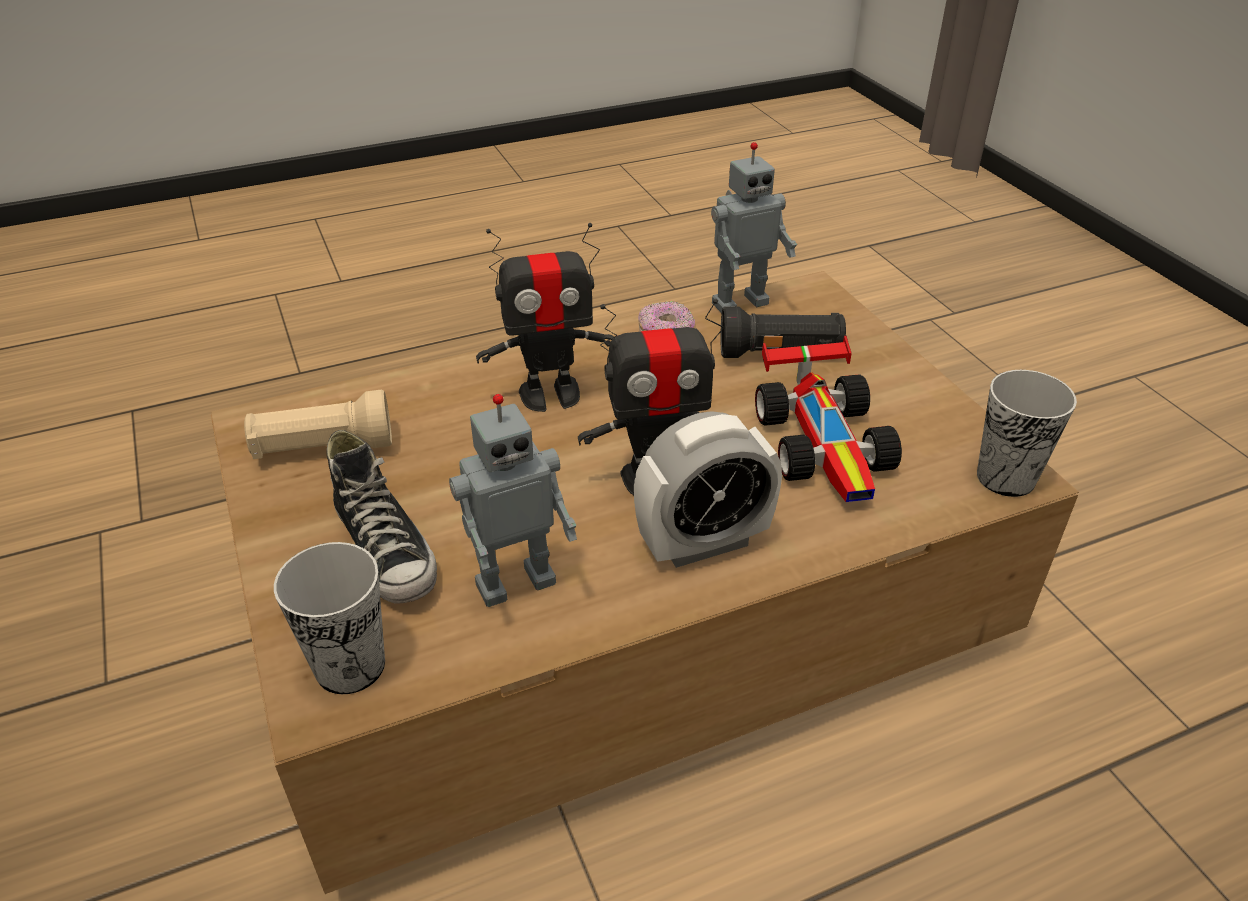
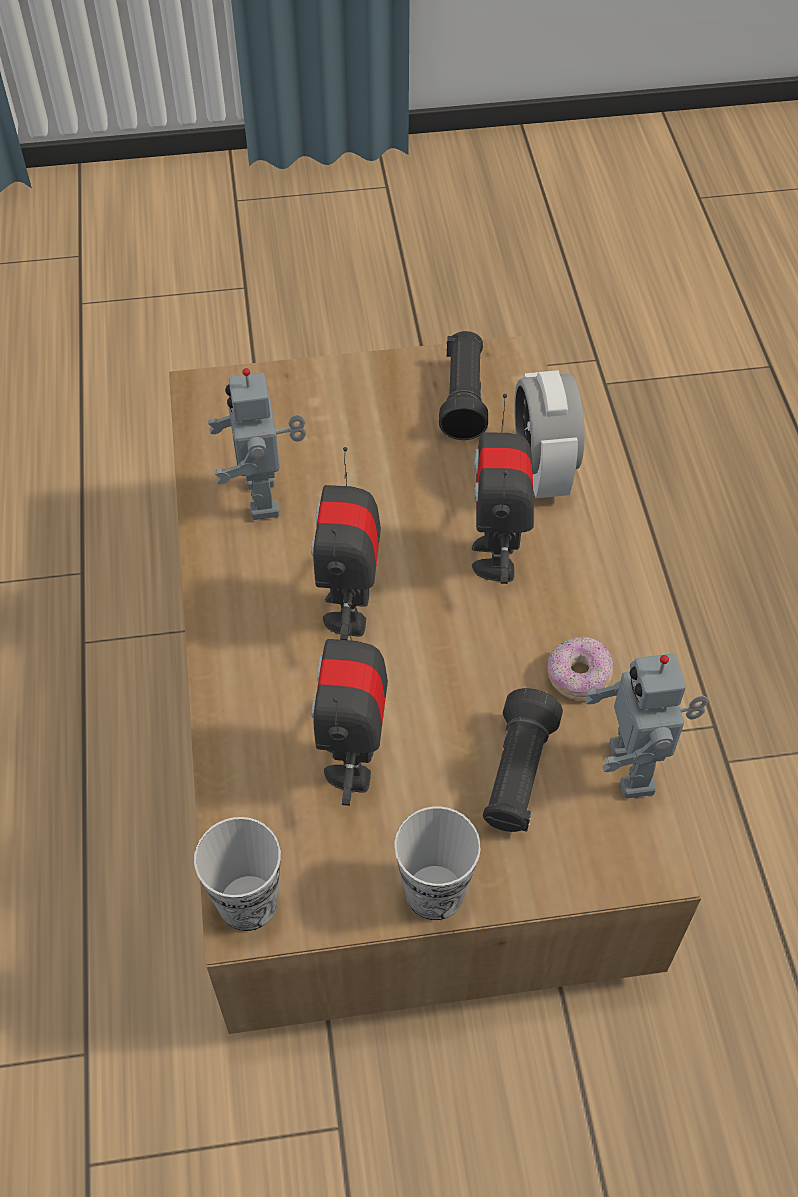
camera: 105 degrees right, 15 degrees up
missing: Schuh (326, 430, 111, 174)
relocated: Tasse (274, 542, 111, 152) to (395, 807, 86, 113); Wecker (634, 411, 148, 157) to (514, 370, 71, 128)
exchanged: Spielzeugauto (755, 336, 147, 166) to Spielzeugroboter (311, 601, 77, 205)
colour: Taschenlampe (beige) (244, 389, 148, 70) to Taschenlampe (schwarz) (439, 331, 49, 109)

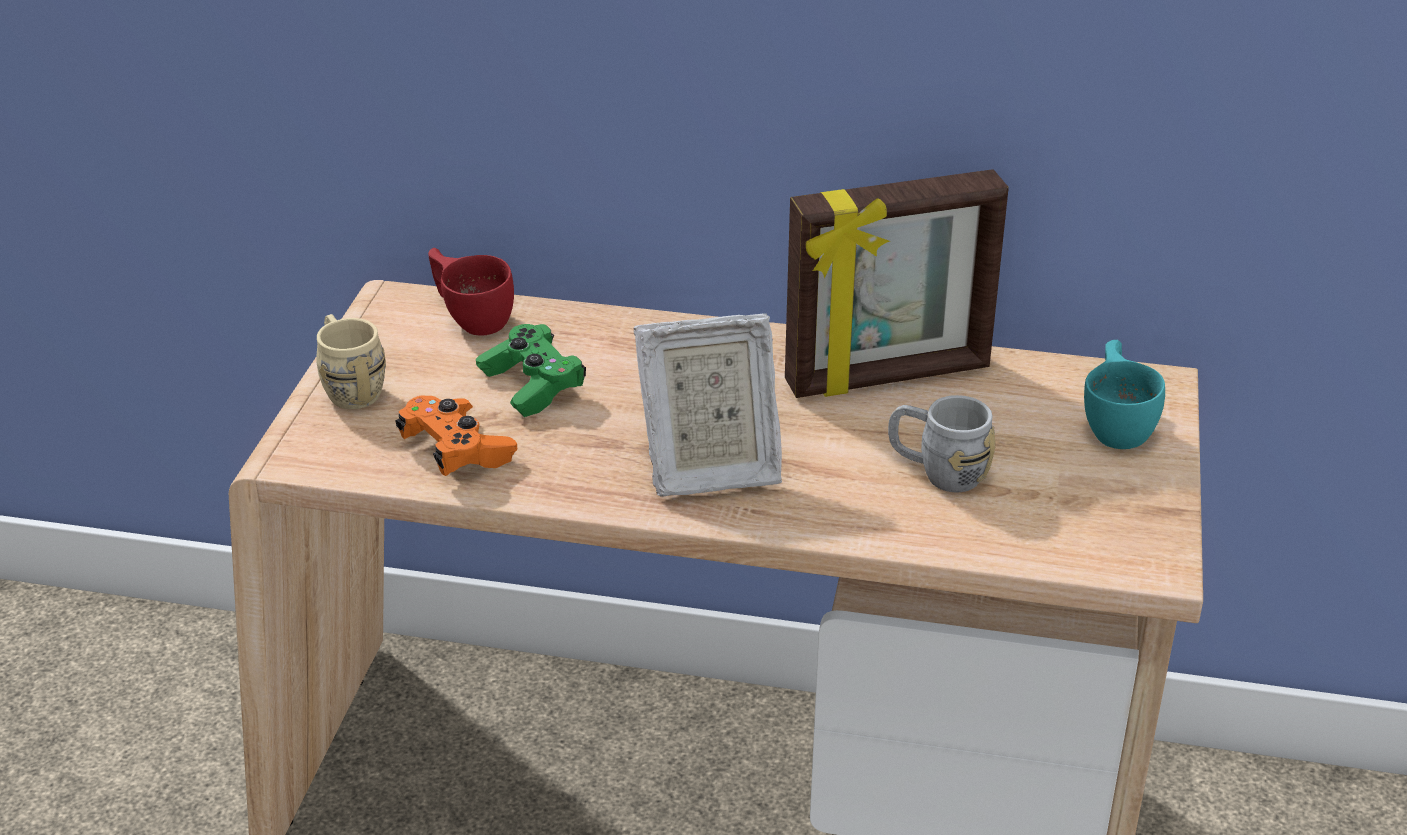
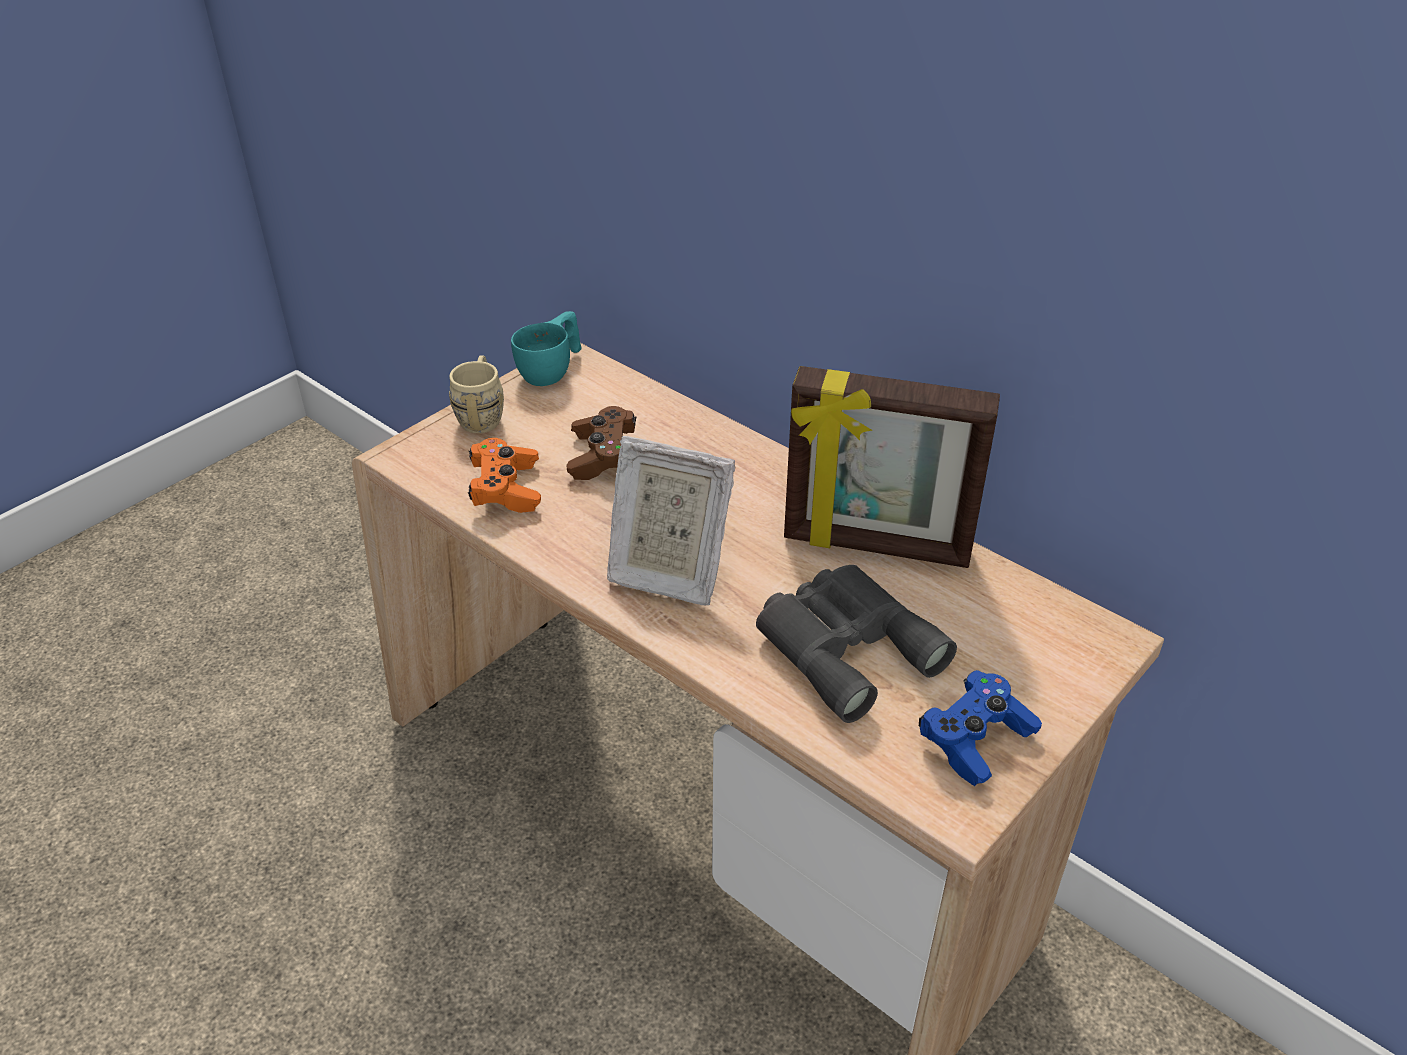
camera: 30 degrees right, 5 degrees up
missing: Tasse (rot) (428, 248, 86, 88)
appeared: Gamepad (blau) (919, 670, 123, 116)
relocated: Tasse (türkis) (1084, 340, 81, 109) to (511, 311, 71, 75)
exchanged: Henkelbecher (grau) (888, 395, 107, 97) to Fernglas (grau) (756, 565, 201, 158)
colour: Gamepad (grün) (476, 324, 110, 93) to Gamepad (braun) (566, 406, 71, 74)

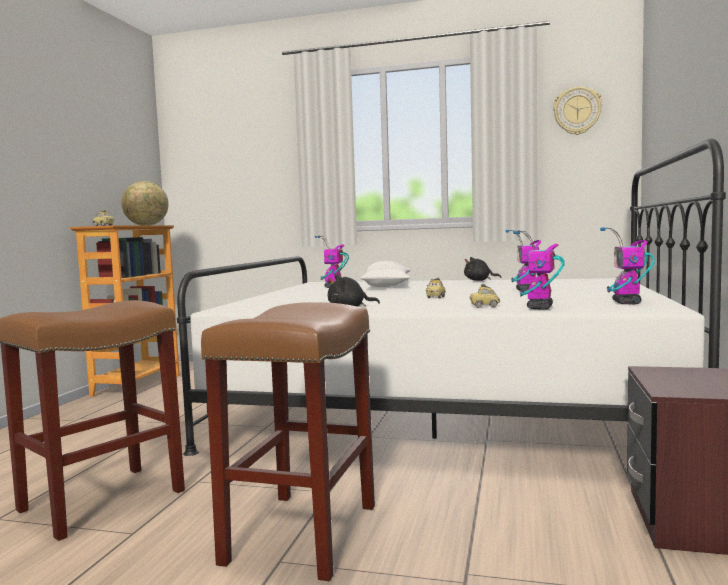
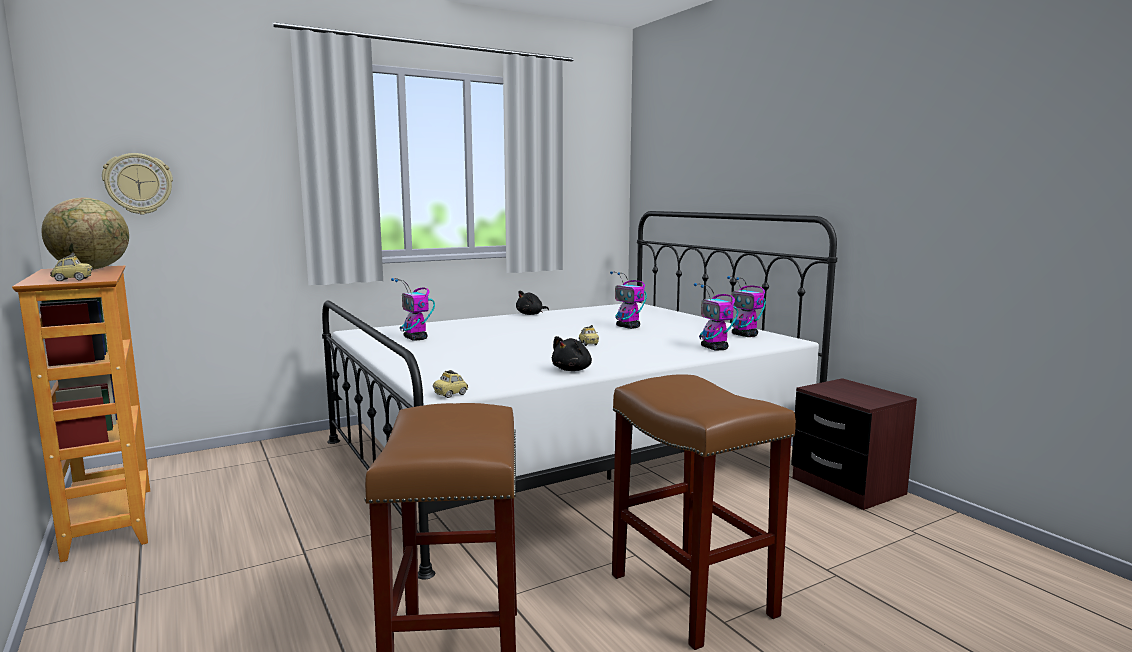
camera: 45 degrees left, 5 degrees up
missing: Kissen (weiß) (360, 261, 51, 26)
relocated: Wanduhr (553, 87, 49, 48) to (102, 153, 71, 62); Spielzeugauto (469, 284, 31, 24) to (433, 370, 35, 28)

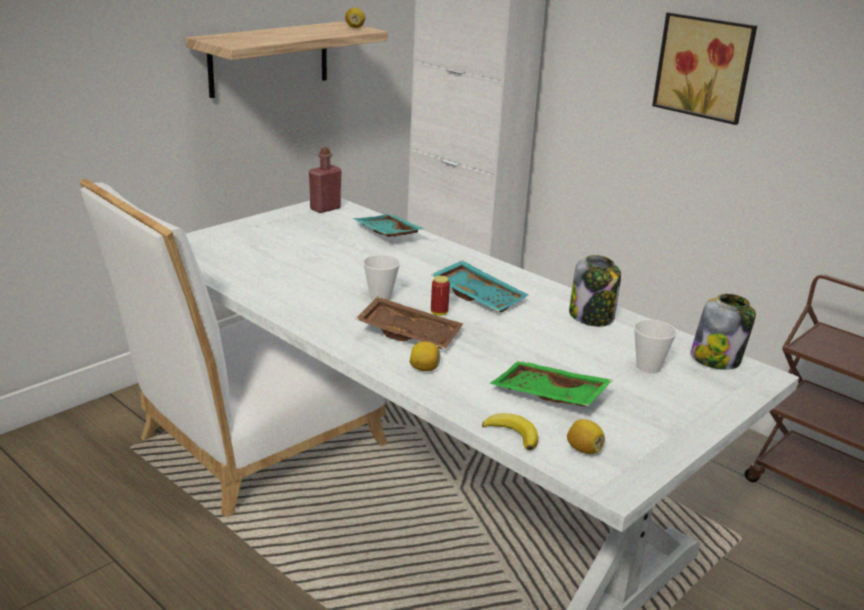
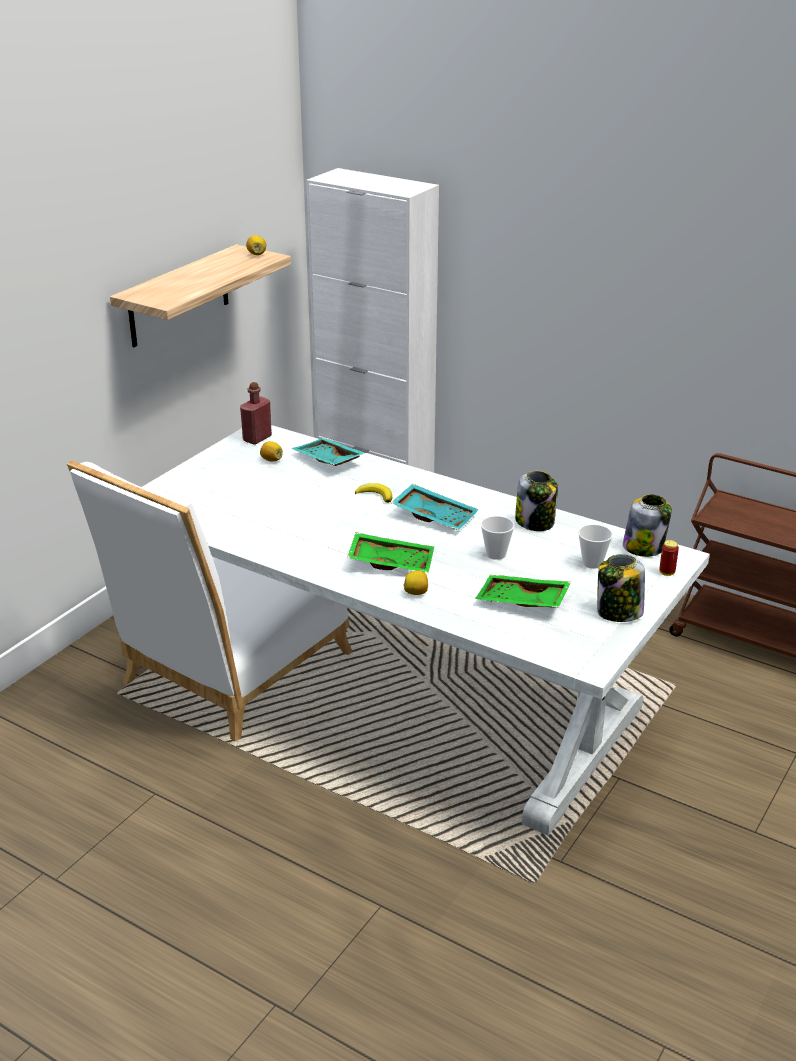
camera: 10 degrees left, 5 degrees up
missing: Bild (652, 12, 105, 113)
appeared: Vorratsglas (597, 554, 48, 68)
relocated: Zitrone (567, 419, 38, 35) to (260, 441, 23, 21); Banane (482, 413, 56, 37) to (355, 483, 37, 20); Tasse (363, 255, 37, 45) to (481, 516, 34, 44); Dose (431, 276, 19, 40) to (659, 540, 20, 36)
colour: Tablett (braun) (356, 296, 107, 53) to Tablett (grün) (347, 532, 87, 41)

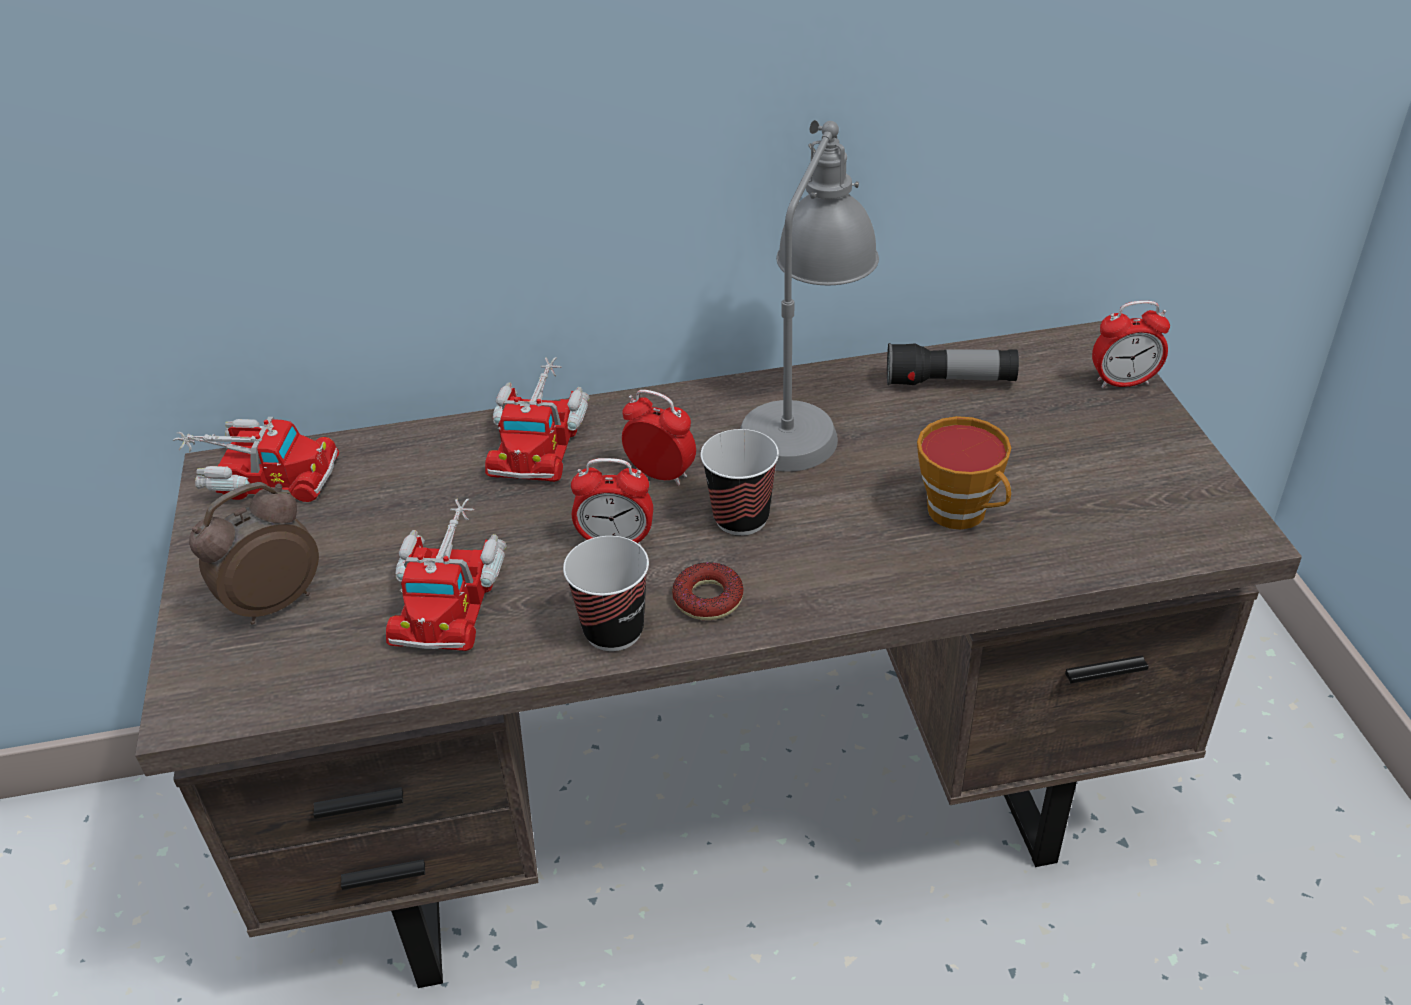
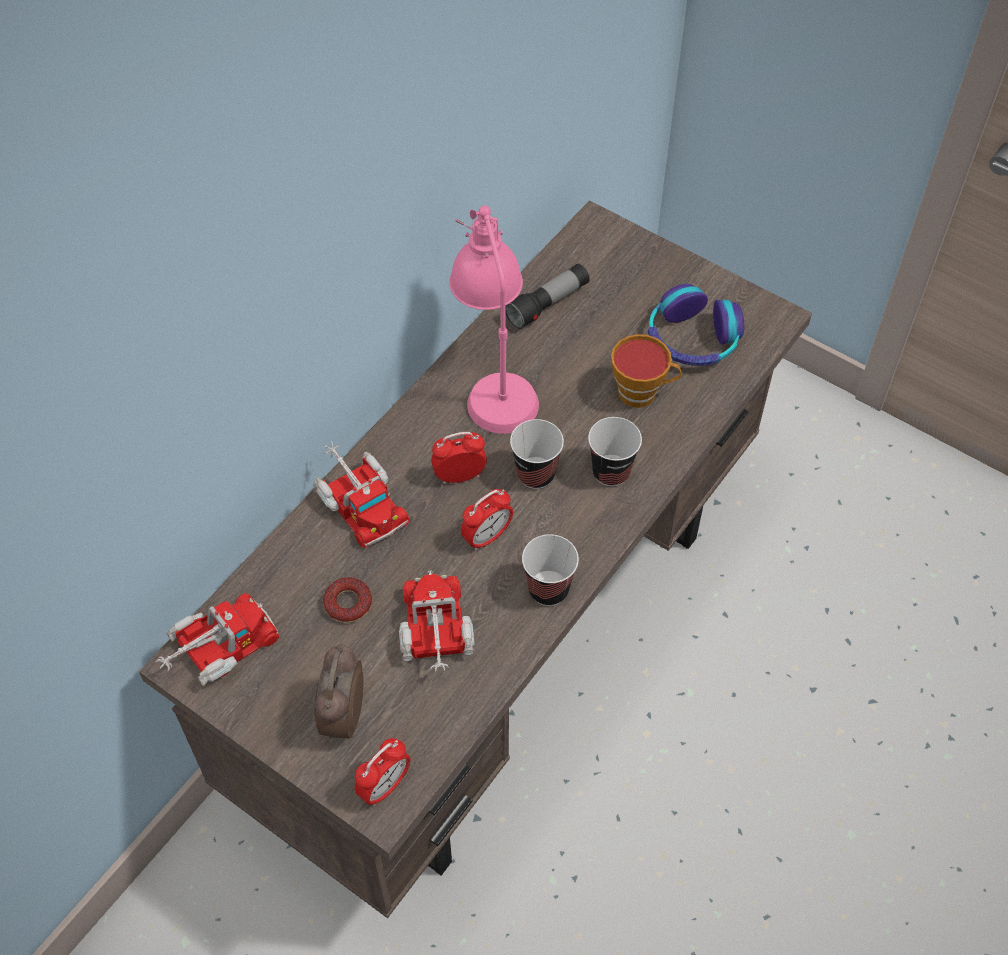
camera: 45 degrees left, 15 degrees up
appeared: Tasse (588, 417, 54, 70); Kopfhörer (648, 284, 96, 82)
relocated: Donut (672, 562, 71, 58) to (323, 577, 49, 46); Wecker (1092, 301, 78, 87) to (355, 738, 55, 68)
colour: Tischlampe (grau) (740, 120, 139, 352) to Tischlampe (rosa) (449, 206, 90, 228)
spun: Spielzeuglaster (386, 498, 121, 153) = (399, 570, 76, 102) 150 degrees counterclockwise

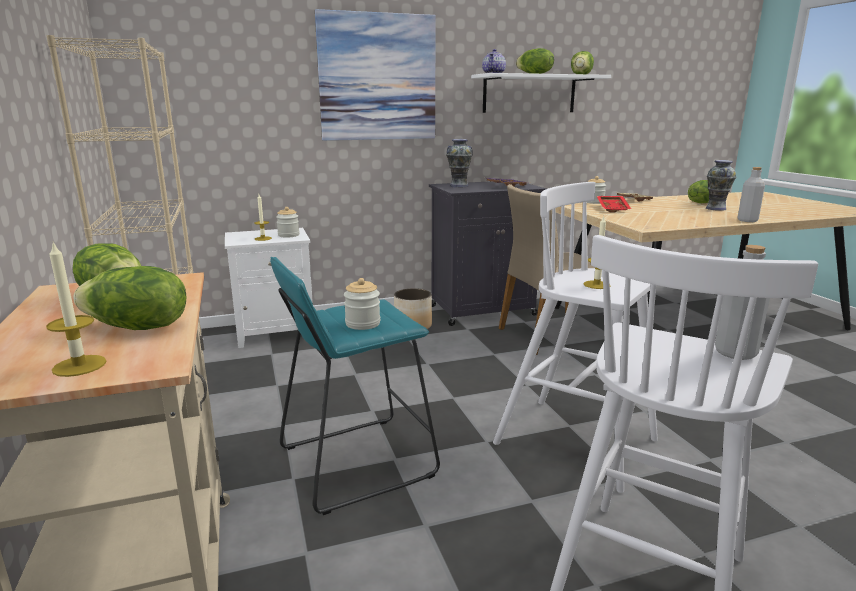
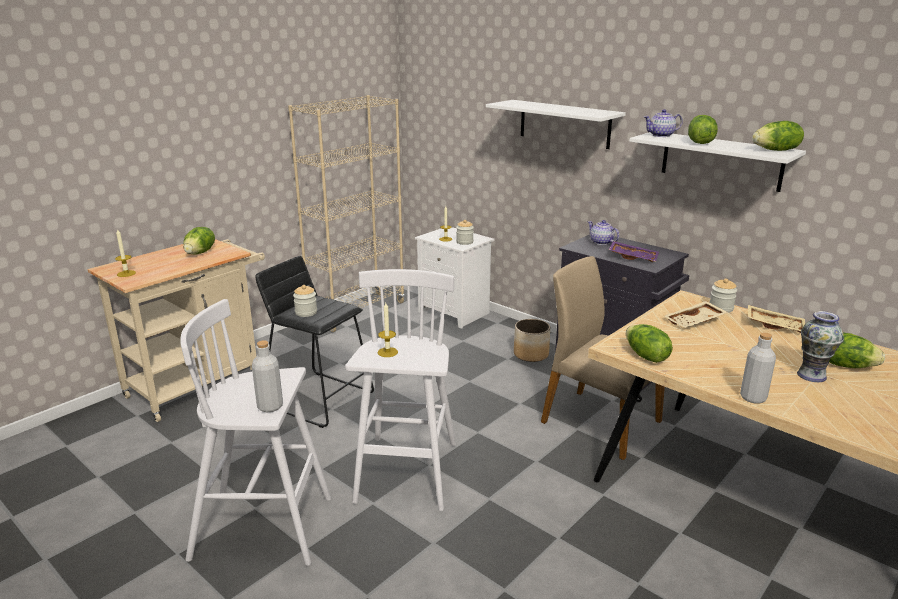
camera: 60 degrees right, 5 degrees up
relocated: Salatkopf (74, 266, 112, 64) to (626, 324, 47, 39)
exchanged: Bild (315, 9, 121, 132) to Wandregal (weiß) (486, 100, 140, 49); Vase (446, 139, 27, 49) to Teekanne (587, 220, 32, 25)
colour: Hocker (türkis) (270, 257, 170, 258) to Hocker (schwarz) (255, 256, 119, 172); Tablett (rot) (597, 196, 35, 17) to Tablett (beige) (664, 301, 64, 27)

